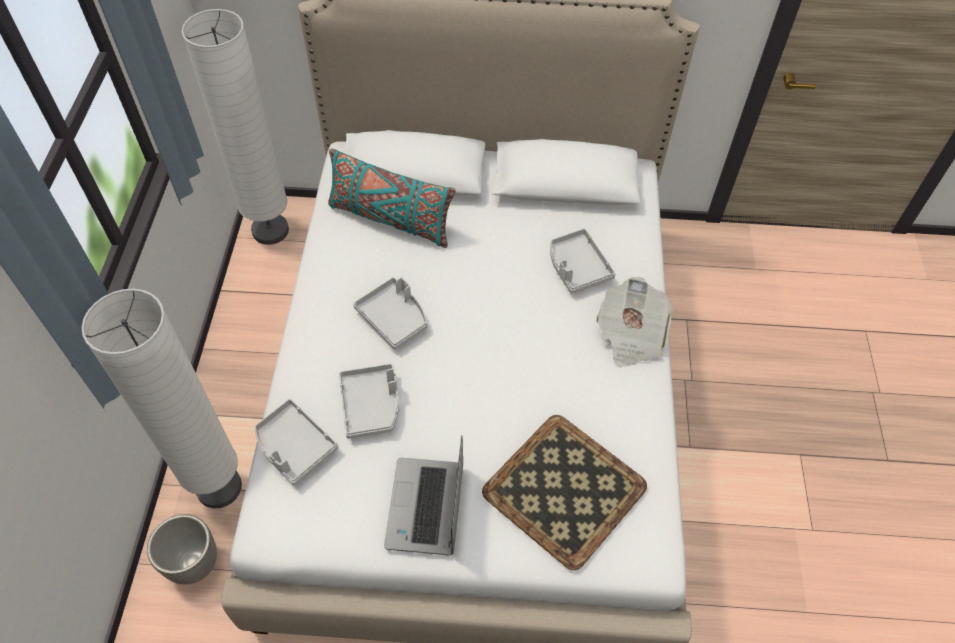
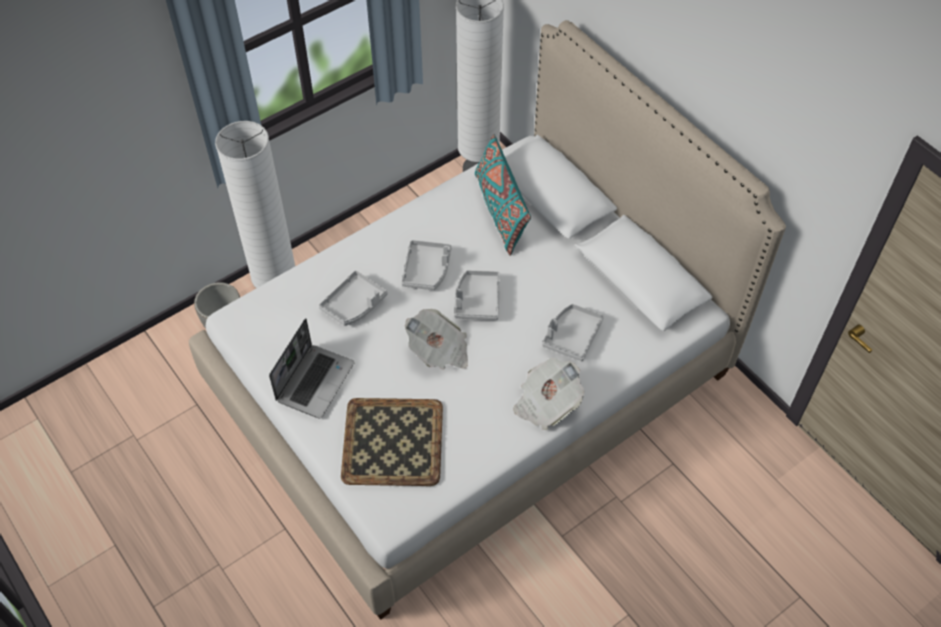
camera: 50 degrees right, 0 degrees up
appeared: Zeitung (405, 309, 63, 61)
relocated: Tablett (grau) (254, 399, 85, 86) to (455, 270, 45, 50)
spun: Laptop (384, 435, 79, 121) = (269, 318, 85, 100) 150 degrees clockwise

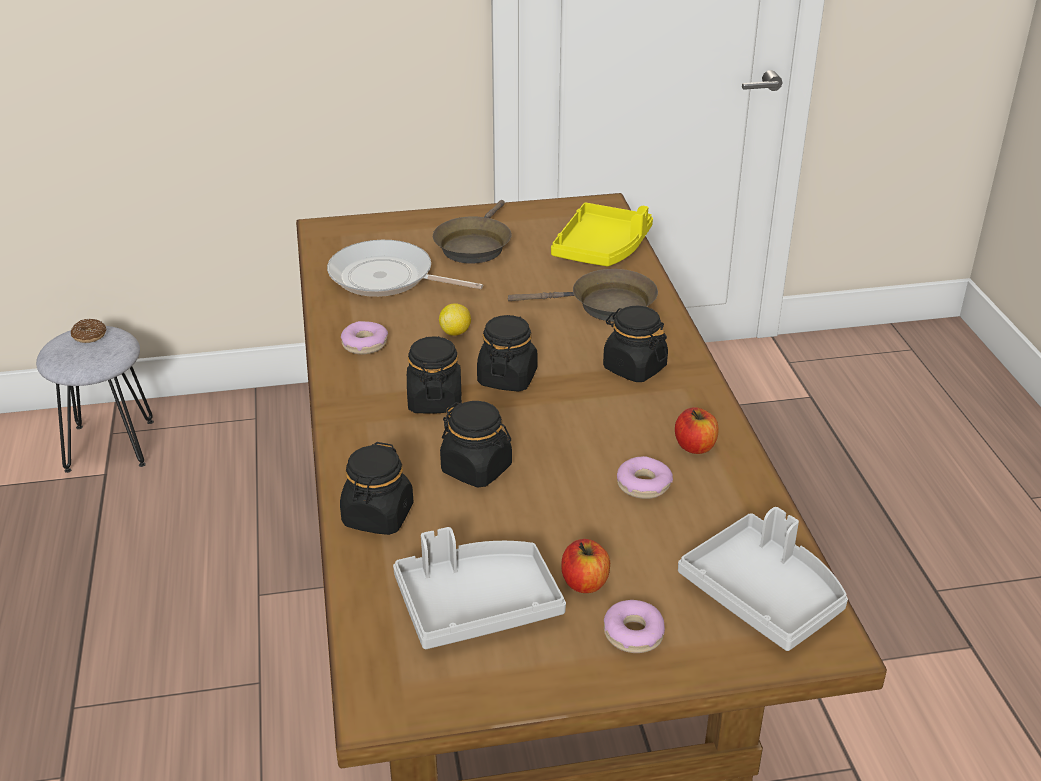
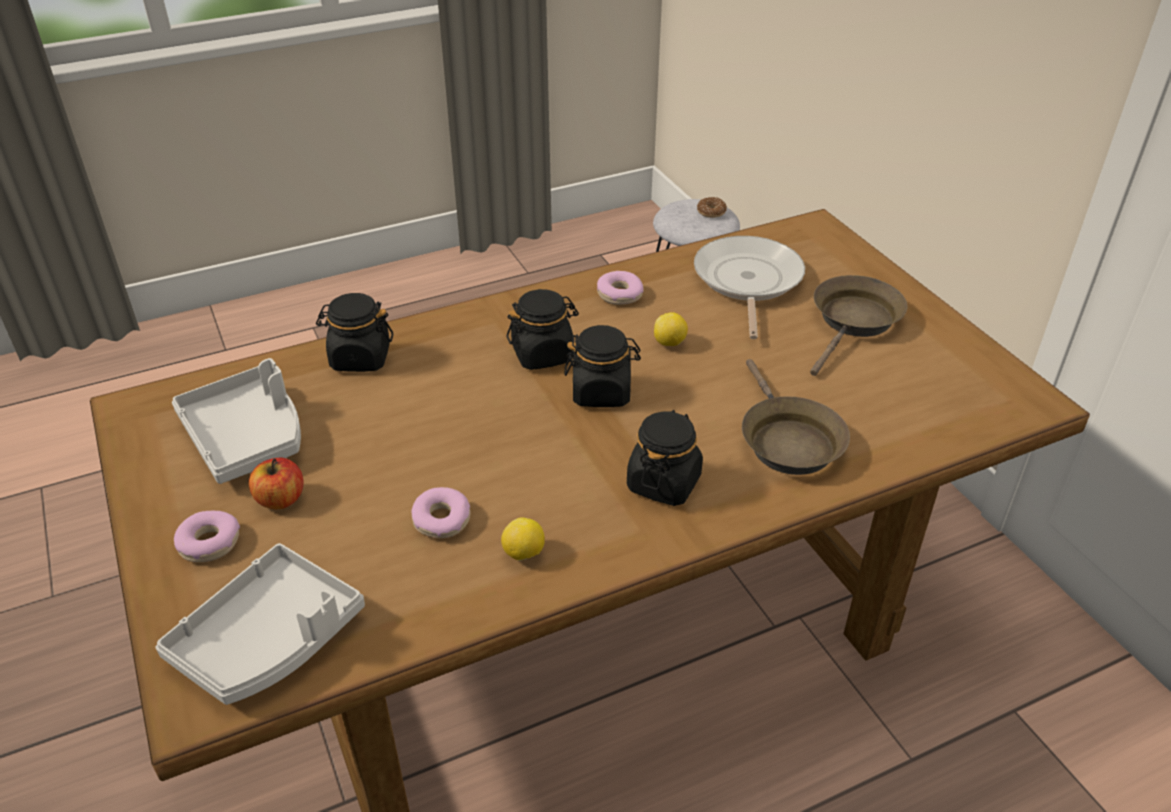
camera: 75 degrees right, 5 degrees up
missing: Vorratsglas (schwarz) (440, 401, 72, 86); Tablett (gelb) (551, 203, 102, 63)
exchanged: Apfel (675, 407, 44, 47) to Zitrone (501, 517, 44, 44)
spun: Pfanne (braun) (433, 200, 79, 64) = (810, 275, 98, 101) 120 degrees clockwise

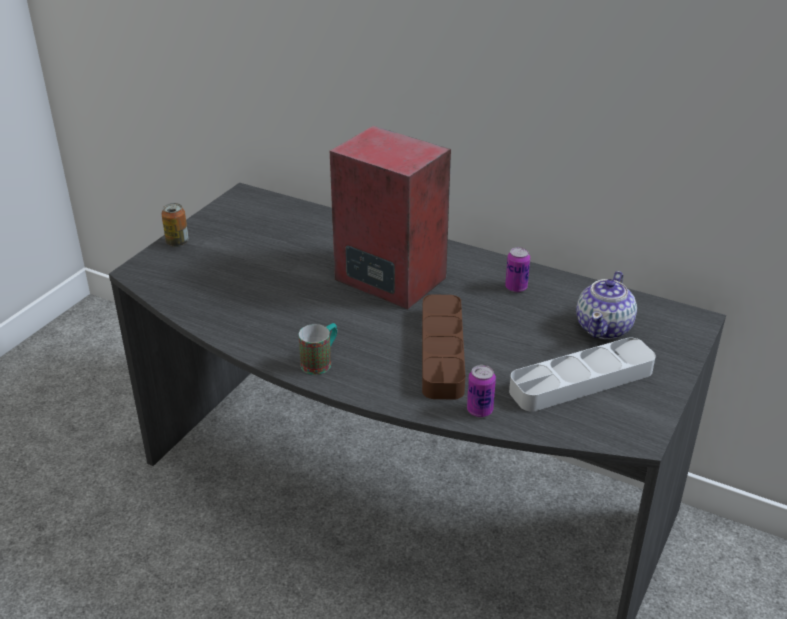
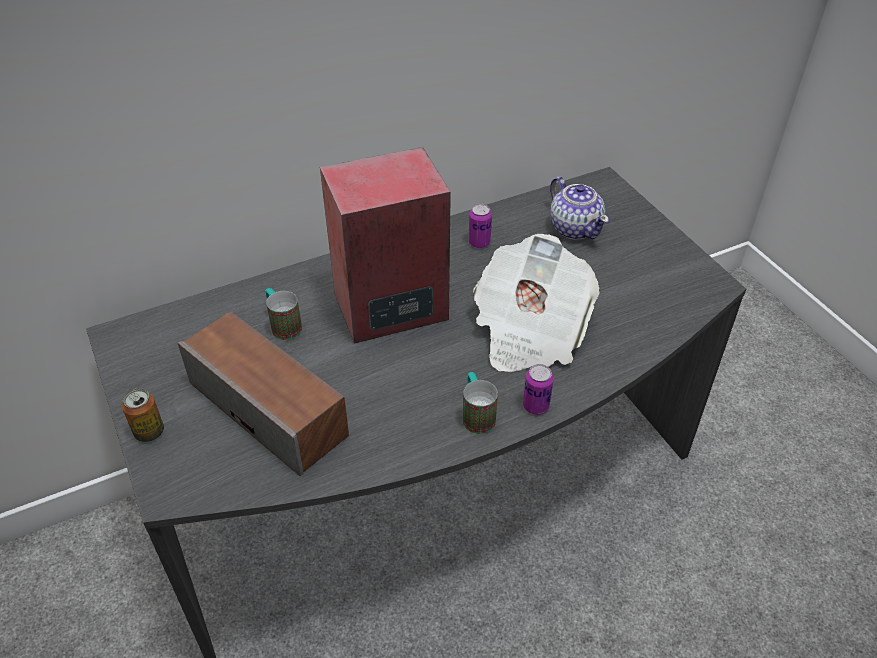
camera: 55 degrees left, 10 degrees up
missing: Tablett (grau) (509, 338, 147, 73)
appeared: Lautsprecher (178, 311, 171, 165); Henkelbecher (265, 288, 37, 52)
relocated: Dose (467, 365, 29, 52) to (523, 364, 31, 51)
exchanged: Tablett (braun) (422, 294, 43, 106) to Zeitung (473, 234, 127, 138)

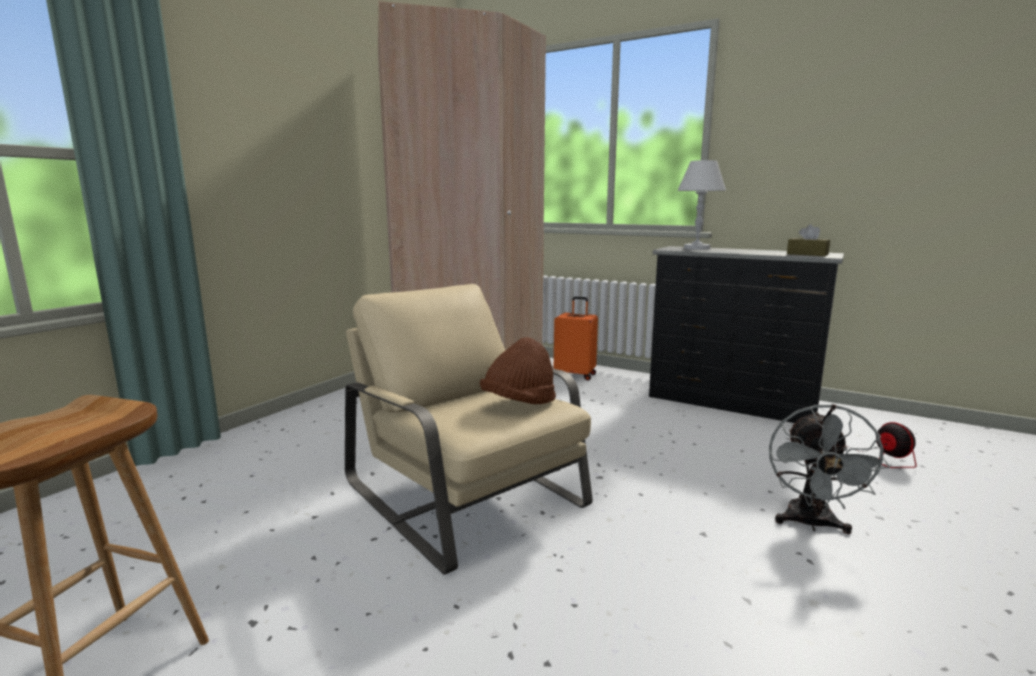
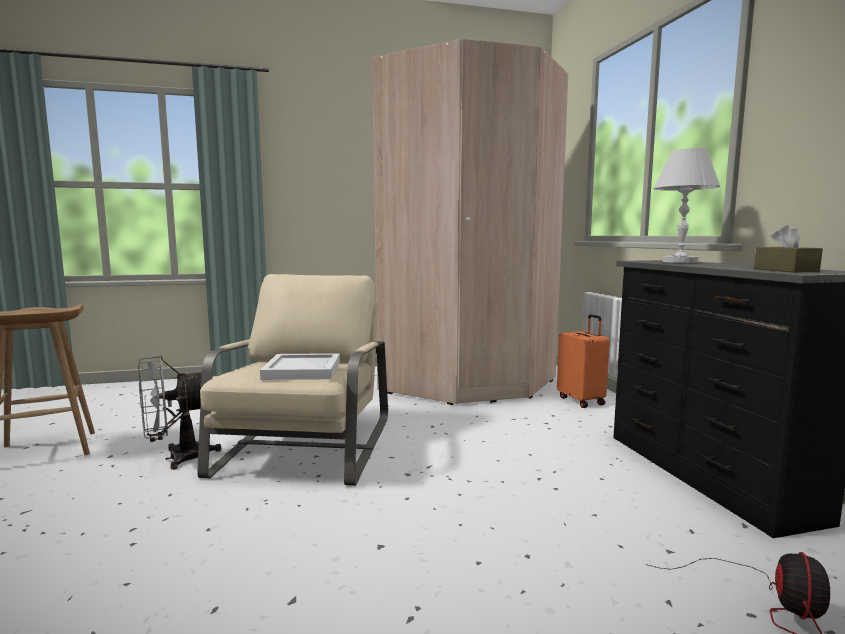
camera: 45 degrees right, 5 degrees down
relocated: Ventilator (grau) (769, 404, 121, 130) to (138, 356, 84, 114)
exchanged: Hut (braun) (480, 337, 76, 67) to Tablett (weiß) (260, 353, 80, 27)

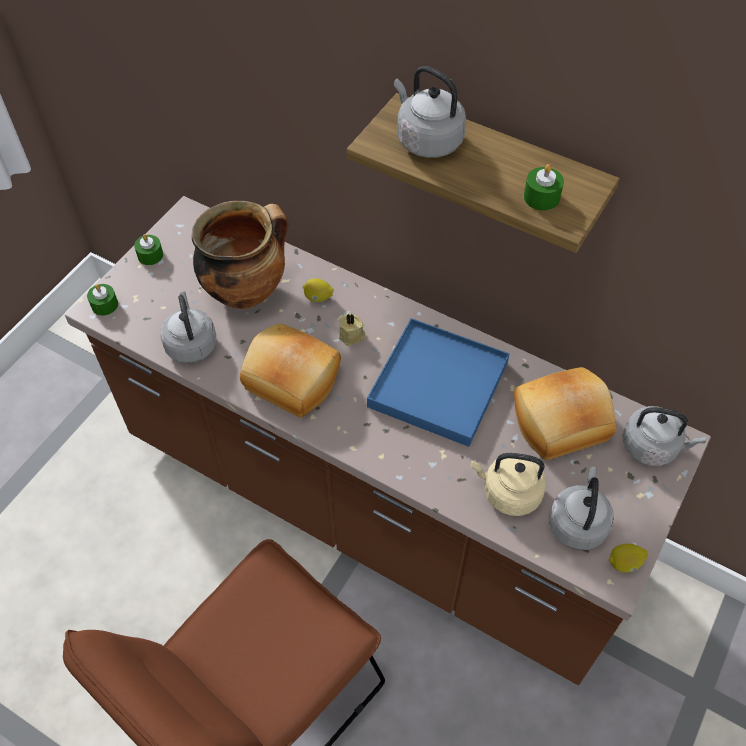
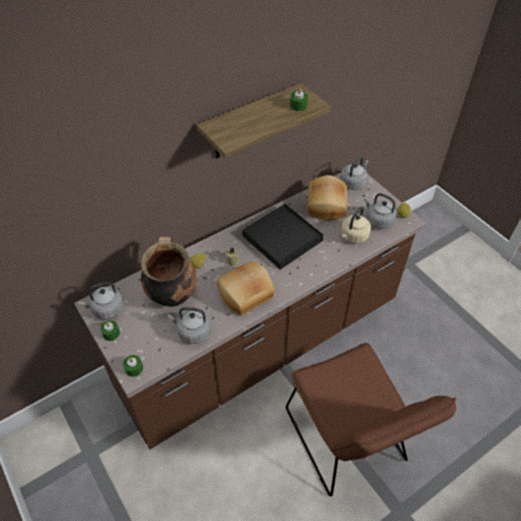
camera: 65 degrees left, 5 degrees down
relocated: Wasserkessel (grau) (394, 66, 72, 92) to (78, 282, 46, 37)
colour: Tablett (blau) (367, 318, 143, 129) to Tablett (schwarz) (242, 204, 82, 66)

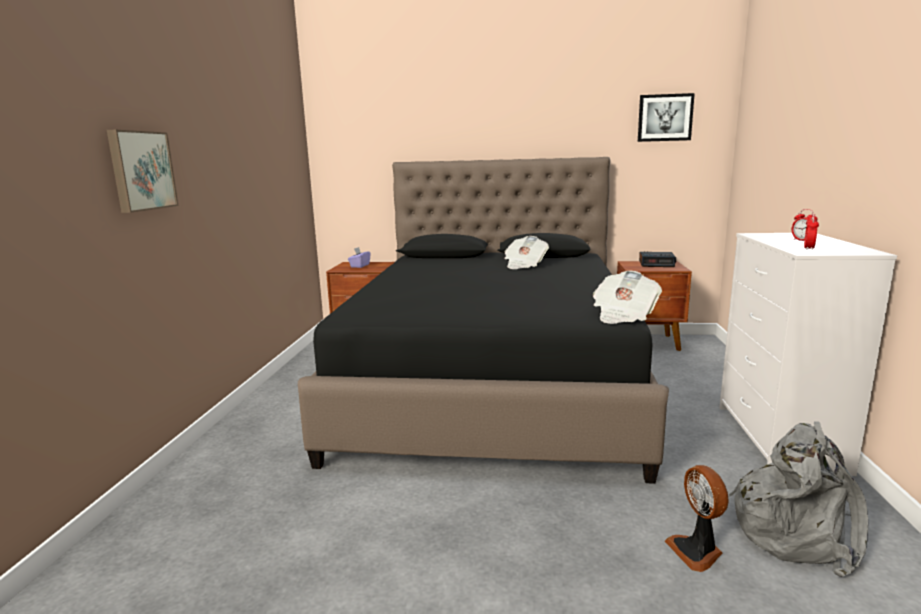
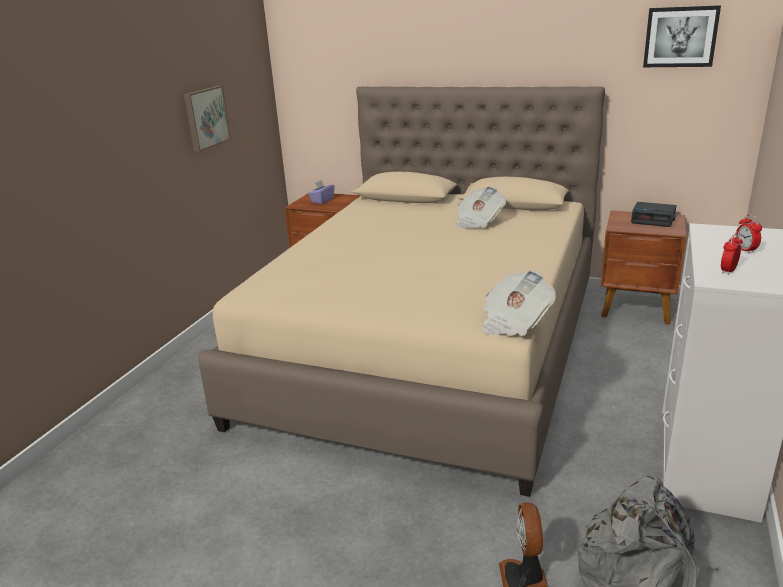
camera: 15 degrees right, 10 degrees up
relocated: Bild (107, 130, 71, 83) to (184, 86, 47, 65)
colour: Bett (schwarz) (298, 157, 371, 327) to Bett (beige) (198, 86, 407, 411)

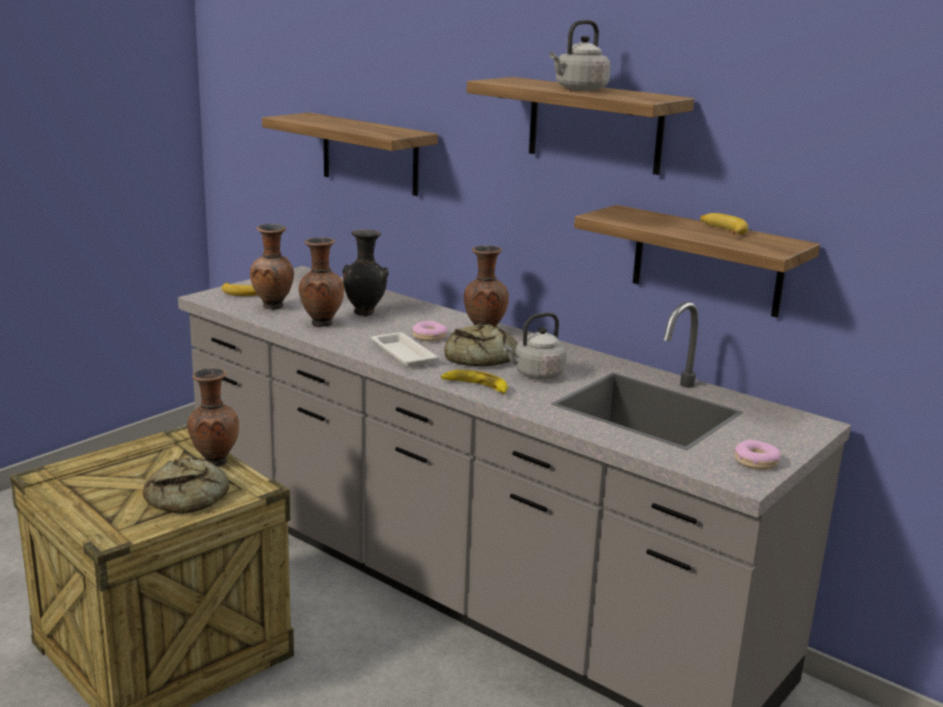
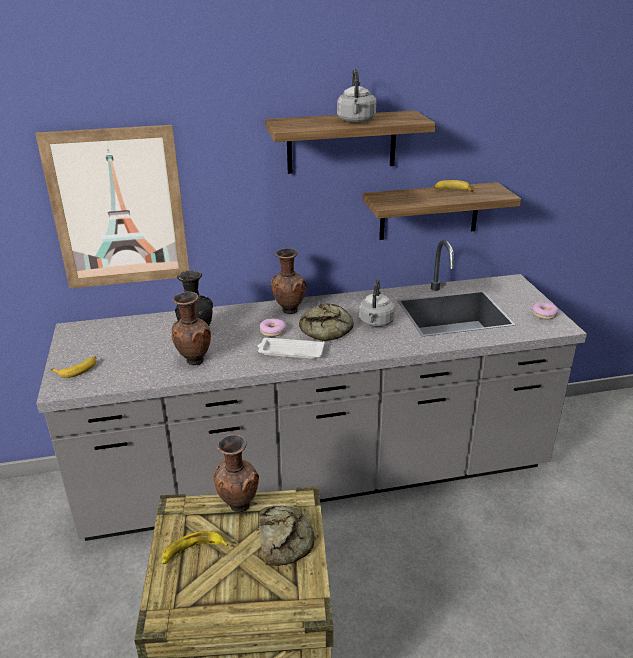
camera: 50 degrees left, 10 degrees up
missing: Vase (braun) (250, 224, 44, 86)
relocated: Banane (441, 370, 67, 25) to (162, 531, 66, 33)
exchanged: Wandregal (262, 112, 176, 84) to Bild (35, 125, 154, 164)

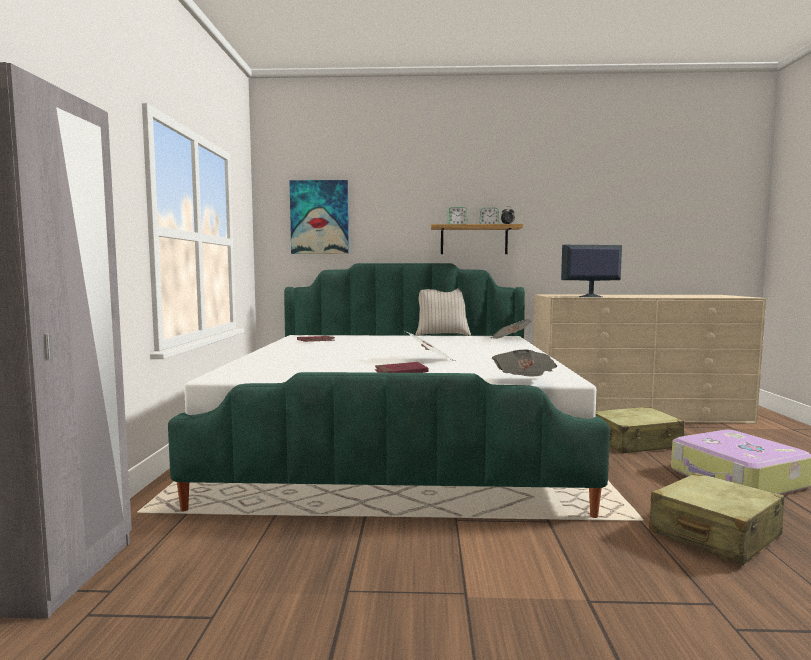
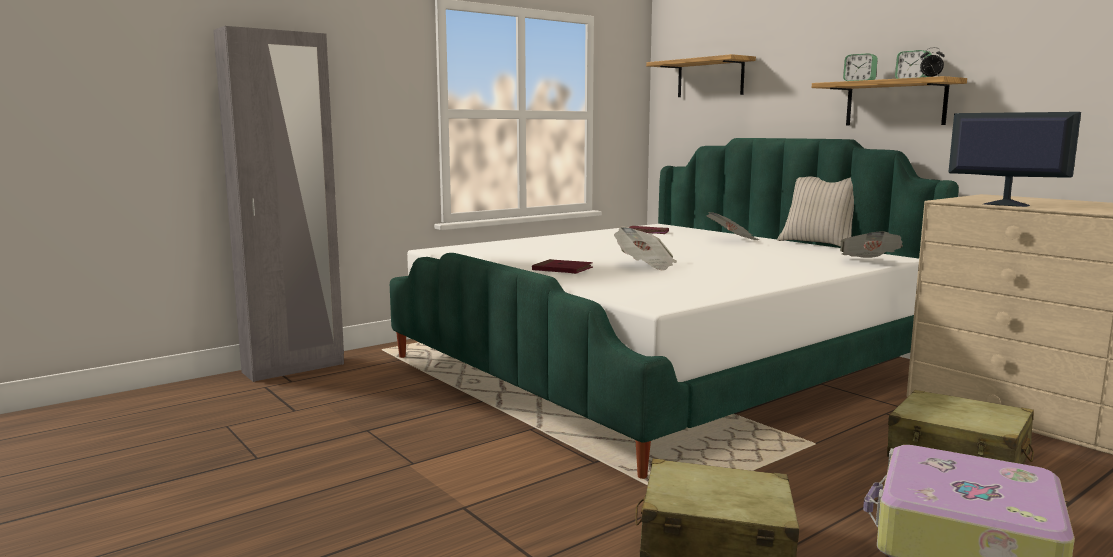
camera: 50 degrees right, 5 degrees up
relocated: Zeitung (492, 350, 65, 26) to (706, 212, 53, 28)
exchanged: Bild (289, 180, 60, 74) to Wandregal (646, 54, 110, 43)

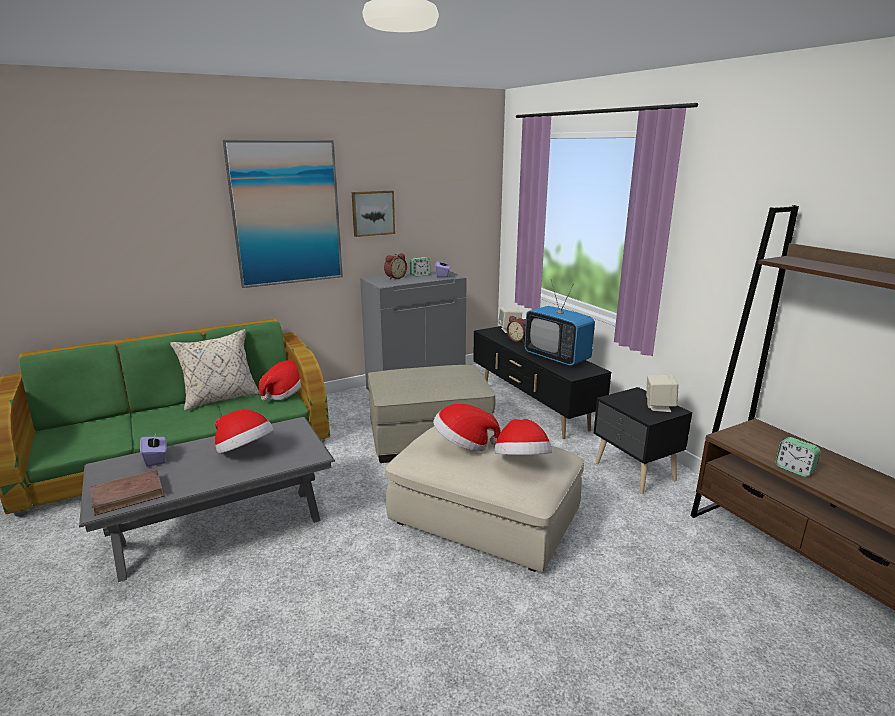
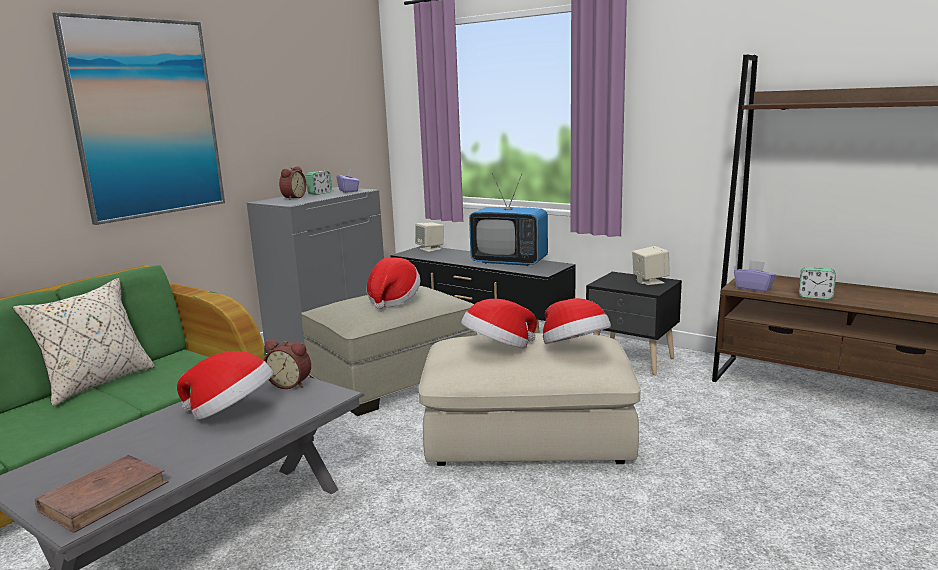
camera: 25 degrees left, 5 degrees down
missing: Bild (352, 191, 43, 46)
relocated: Wecker (507, 316, 19, 27) to (264, 340, 47, 49); Hut (259, 361, 42, 40) to (366, 257, 54, 52); Taschentuchbox (lila) (140, 433, 27, 34) to (734, 260, 42, 32)

